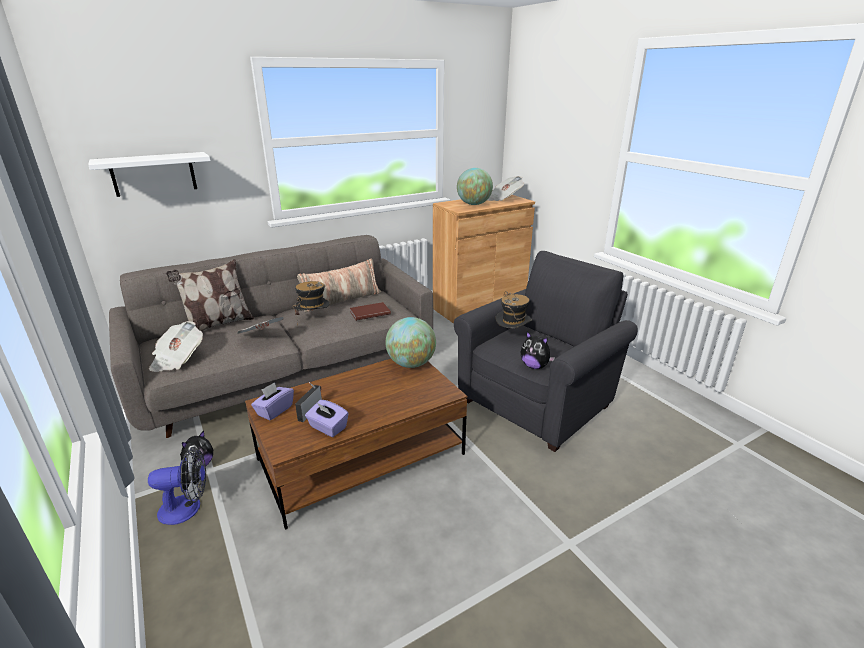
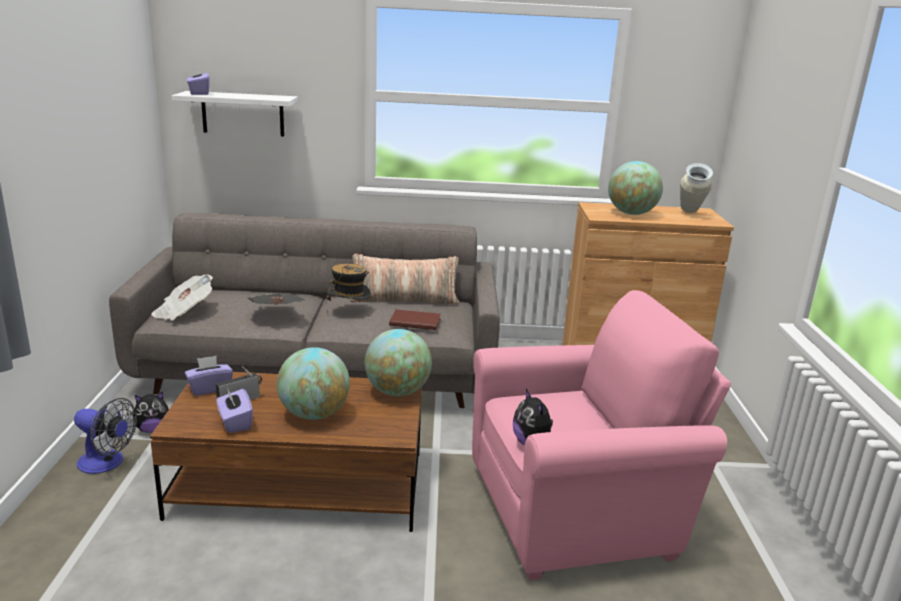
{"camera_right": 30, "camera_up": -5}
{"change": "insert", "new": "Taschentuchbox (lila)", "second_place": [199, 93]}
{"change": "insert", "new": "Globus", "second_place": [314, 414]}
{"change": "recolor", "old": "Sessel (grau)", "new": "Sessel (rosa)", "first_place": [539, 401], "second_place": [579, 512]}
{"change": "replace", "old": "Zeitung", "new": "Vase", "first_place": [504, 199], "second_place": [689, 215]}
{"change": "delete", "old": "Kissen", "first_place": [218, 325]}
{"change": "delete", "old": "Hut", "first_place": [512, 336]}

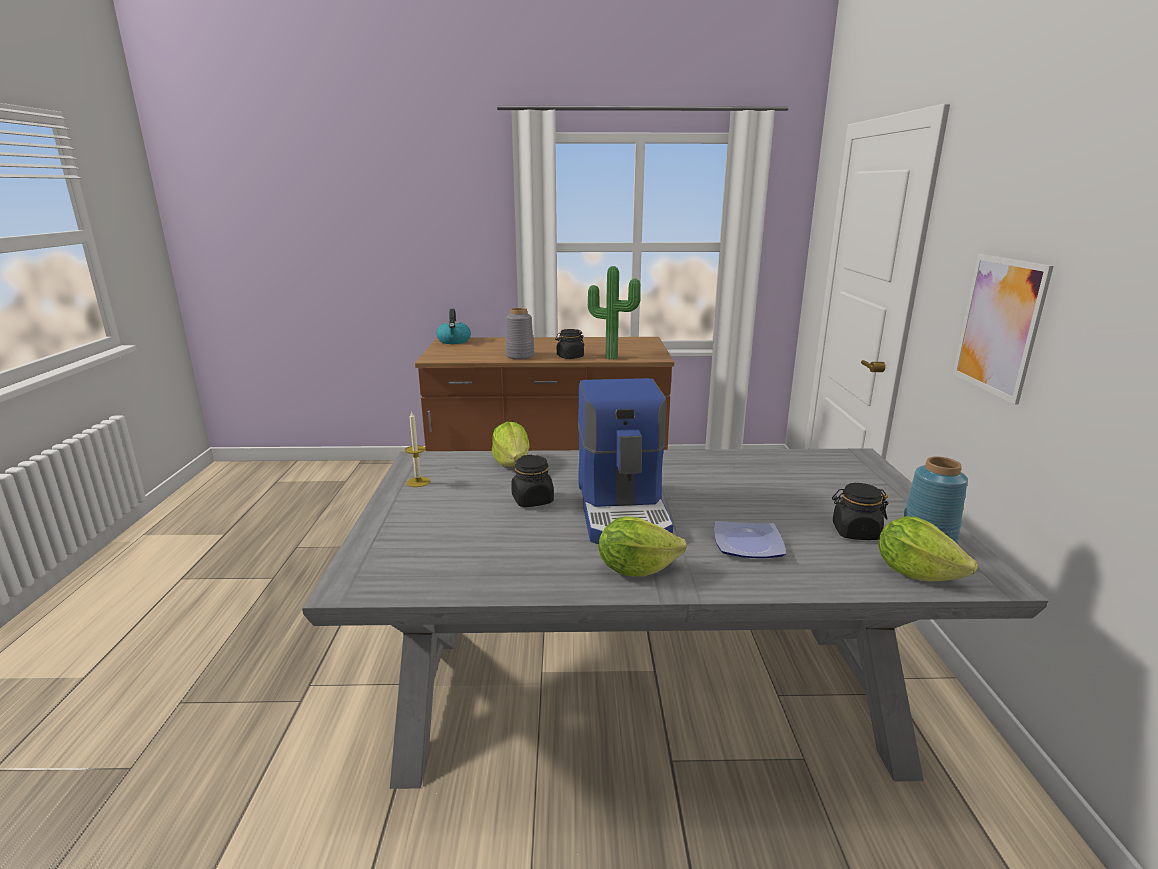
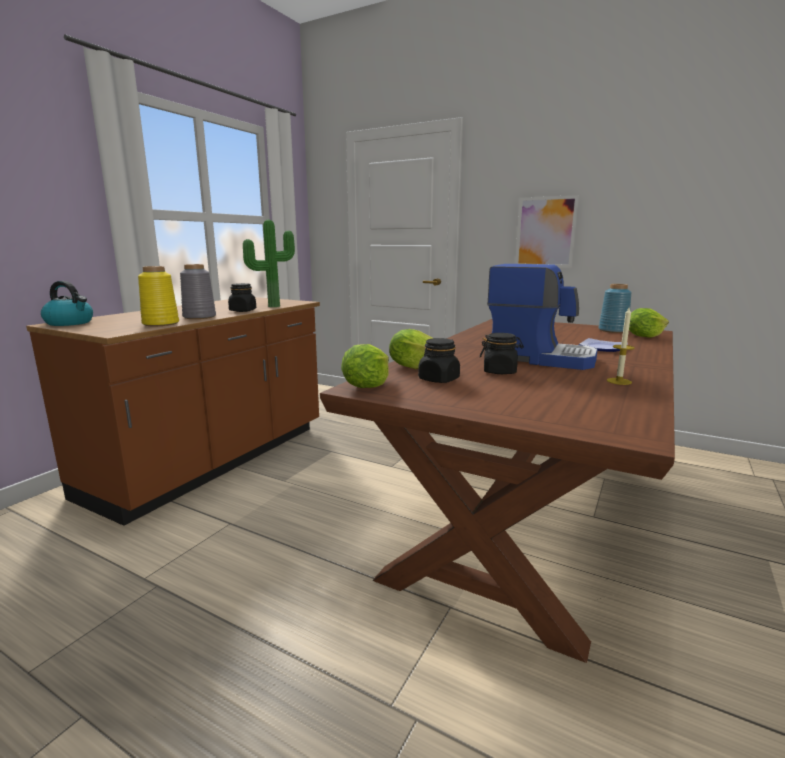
{"camera_right": -60, "camera_up": -5}
{"change": "insert", "new": "Vase (gelb)", "second_place": [160, 324]}
{"change": "recolor", "old": "Esstisch (grau)", "new": "Esstisch (braun)", "first_place": [646, 694], "second_place": [527, 504]}
{"change": "move", "old": "Salatkopf", "first_place": [636, 568], "second_place": [366, 386]}
{"change": "move", "old": "Vorratsglas (schwarz)", "first_place": [855, 532], "second_place": [438, 379]}
{"change": "move", "old": "Kerze", "first_place": [418, 482], "second_place": [619, 381]}

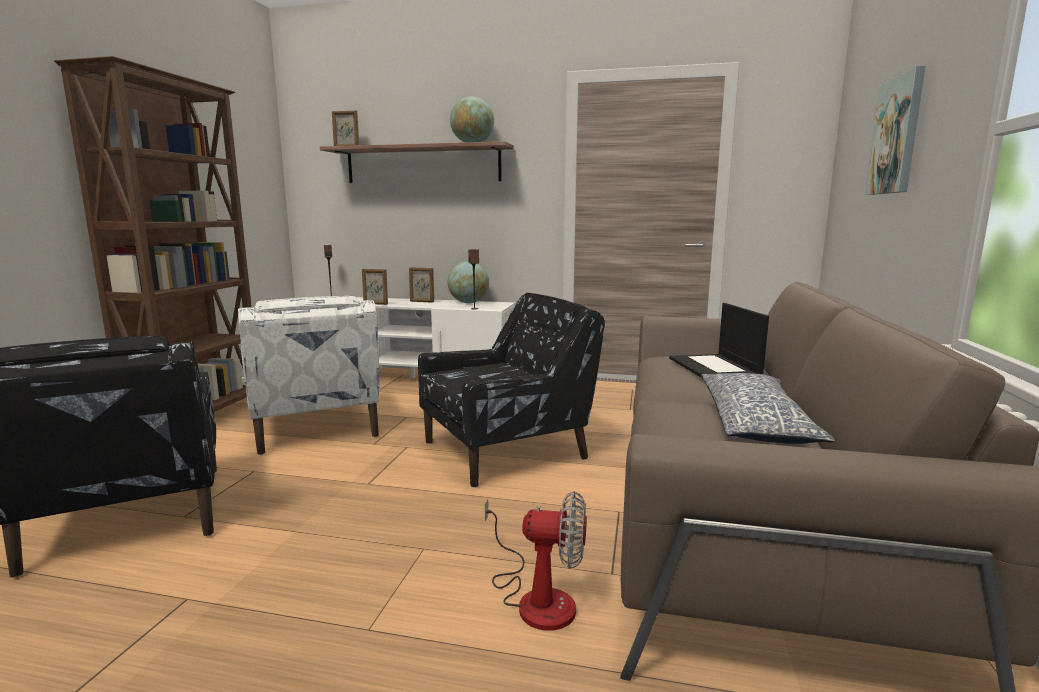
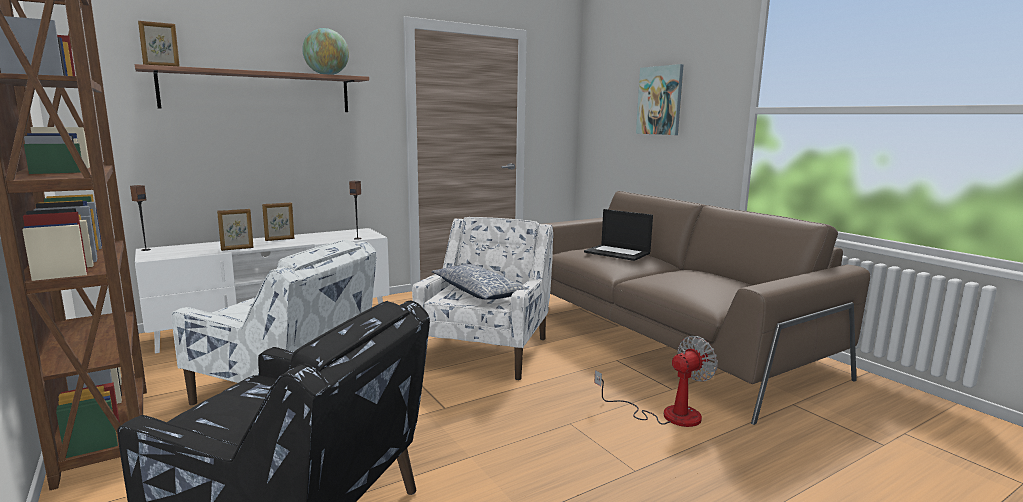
{"camera_right": -45, "camera_up": 0}
{"change": "recolor", "old": "Sessel (schwarz)", "new": "Sessel (weiß)", "first_place": [507, 450], "second_place": [487, 351]}
{"change": "move", "old": "Kissen", "first_place": [755, 423], "second_place": [478, 292]}
{"change": "delete", "old": "Globus", "first_place": [468, 303]}

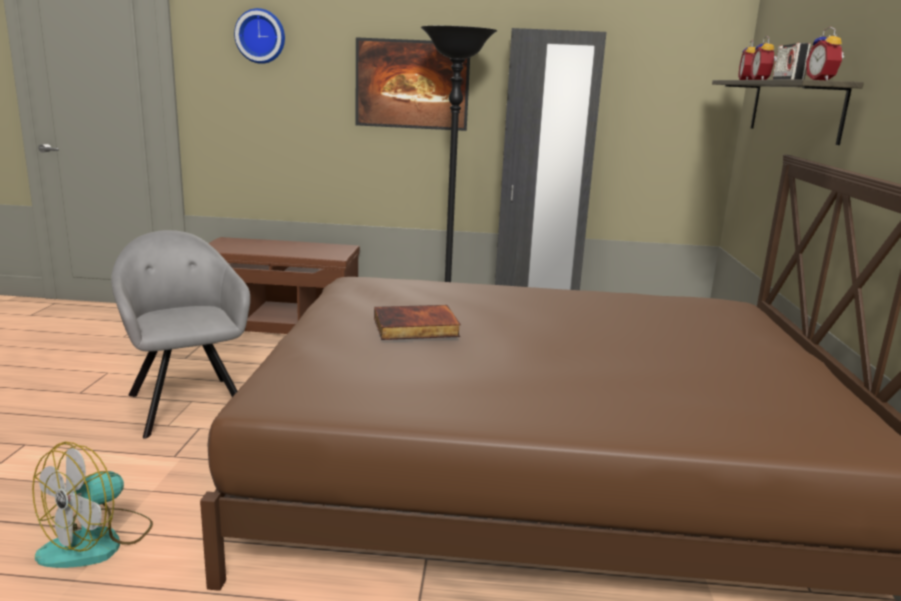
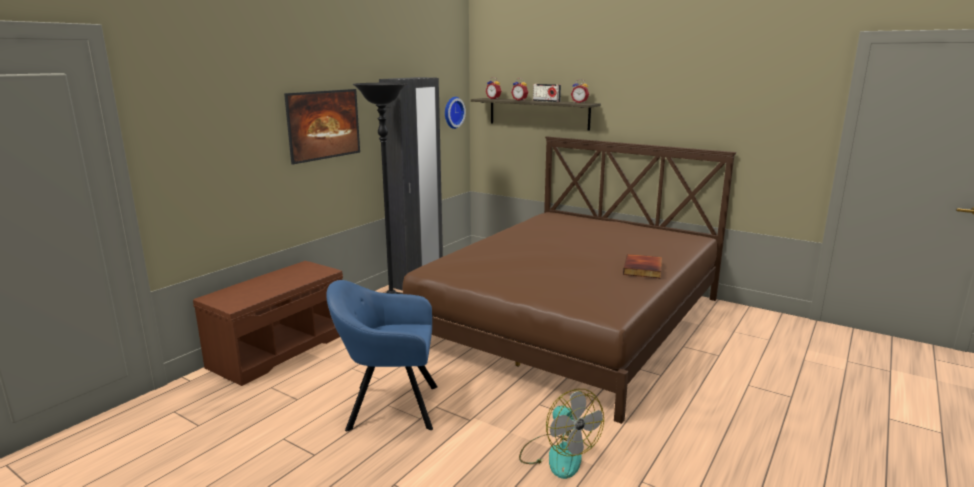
{"camera_right": -60, "camera_up": 0}
{"change": "recolor", "old": "Sessel (grau)", "new": "Sessel (blau)", "first_place": [187, 402], "second_place": [388, 407]}
{"change": "move", "old": "Wanduhr", "first_place": [261, 36], "second_place": [452, 112]}
{"change": "move", "old": "Buch", "first_place": [415, 328], "second_place": [643, 269]}

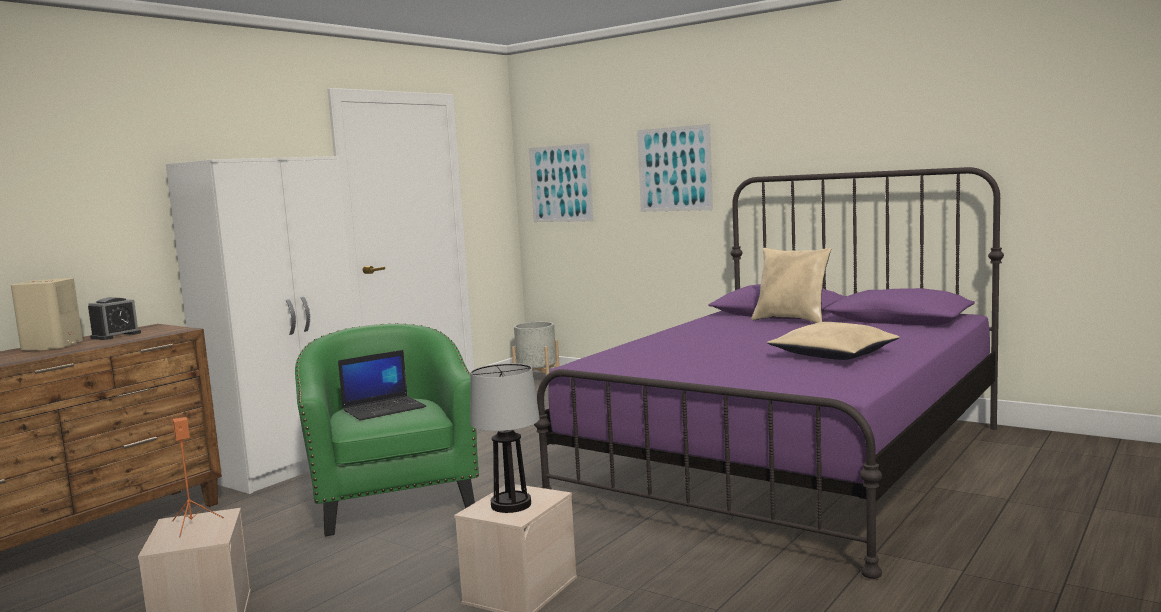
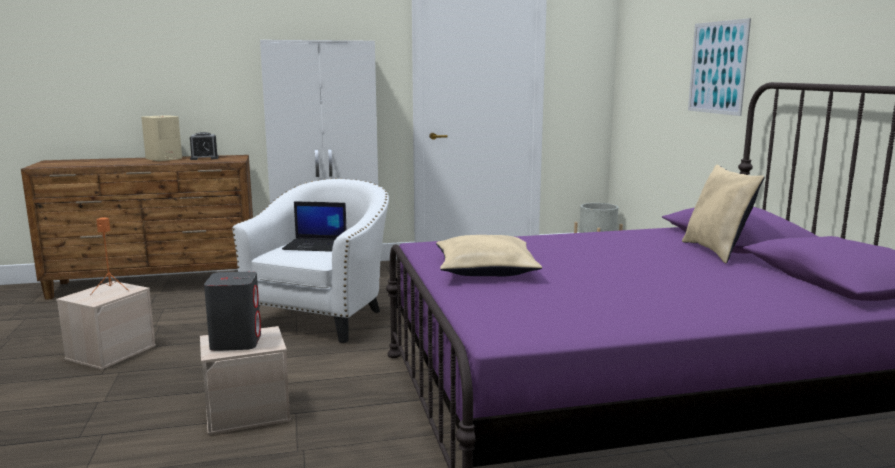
{"camera_right": 40, "camera_up": 5}
{"change": "replace", "old": "Tischlampe", "new": "Lautsprecher (grau)", "first_place": [510, 505], "second_place": [236, 342]}
{"change": "recolor", "old": "Sessel (grün)", "new": "Sessel (weiß)", "first_place": [394, 500], "second_place": [324, 317]}
{"change": "move", "old": "Kissen (beige)", "first_place": [835, 355], "second_place": [485, 270]}
{"change": "delete", "old": "Bild", "first_place": [560, 183]}

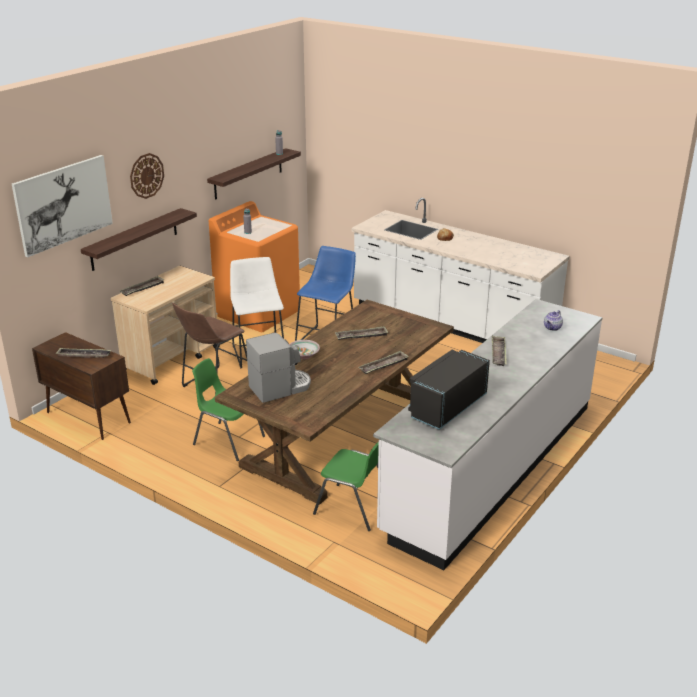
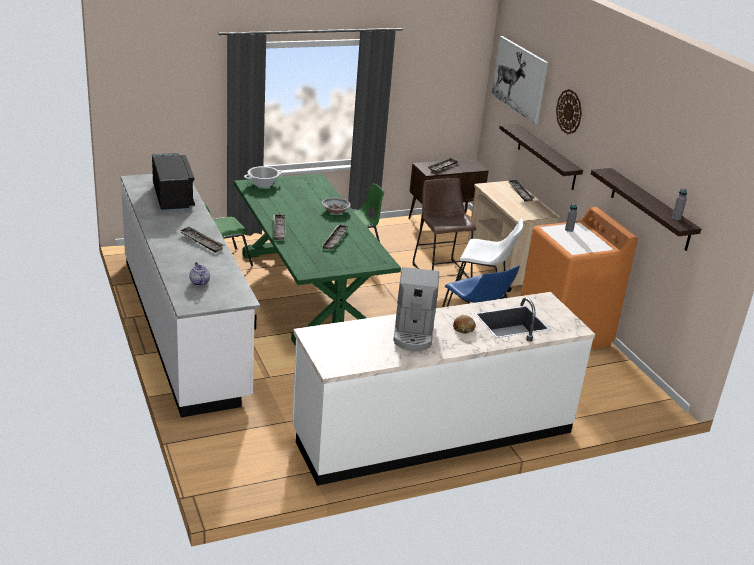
{"camera_right": 120, "camera_up": 0}
{"change": "recolor", "old": "Esstisch (braun)", "new": "Esstisch (grün)", "first_place": [342, 434], "second_place": [307, 290]}
{"change": "insert", "new": "Kochtopf", "second_place": [263, 184]}
{"change": "move", "old": "Kaffeemaschine", "first_place": [280, 387], "second_place": [413, 333]}

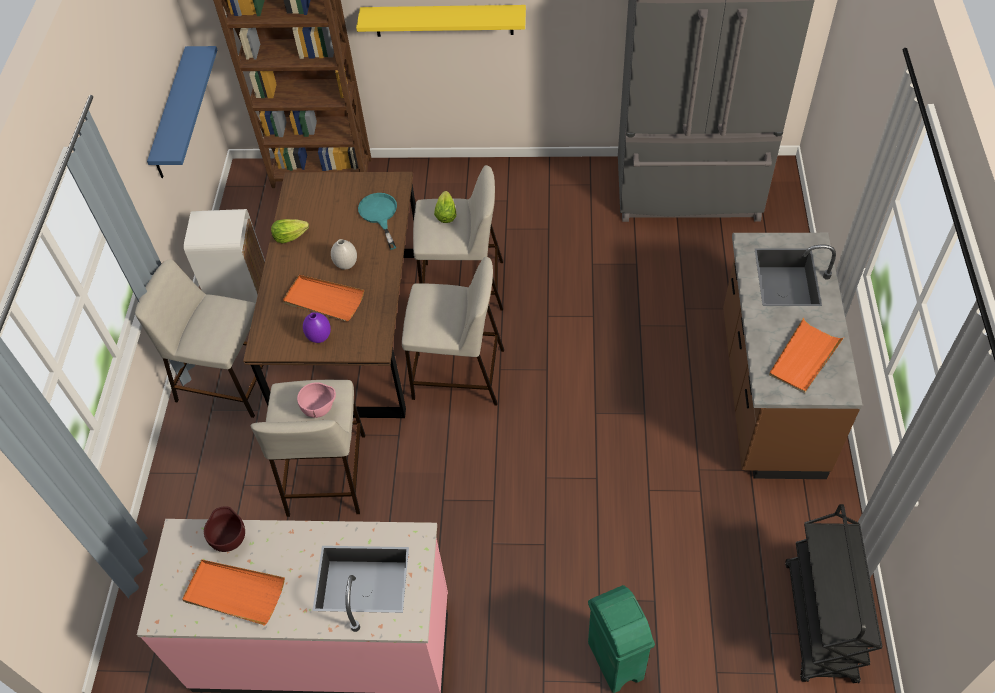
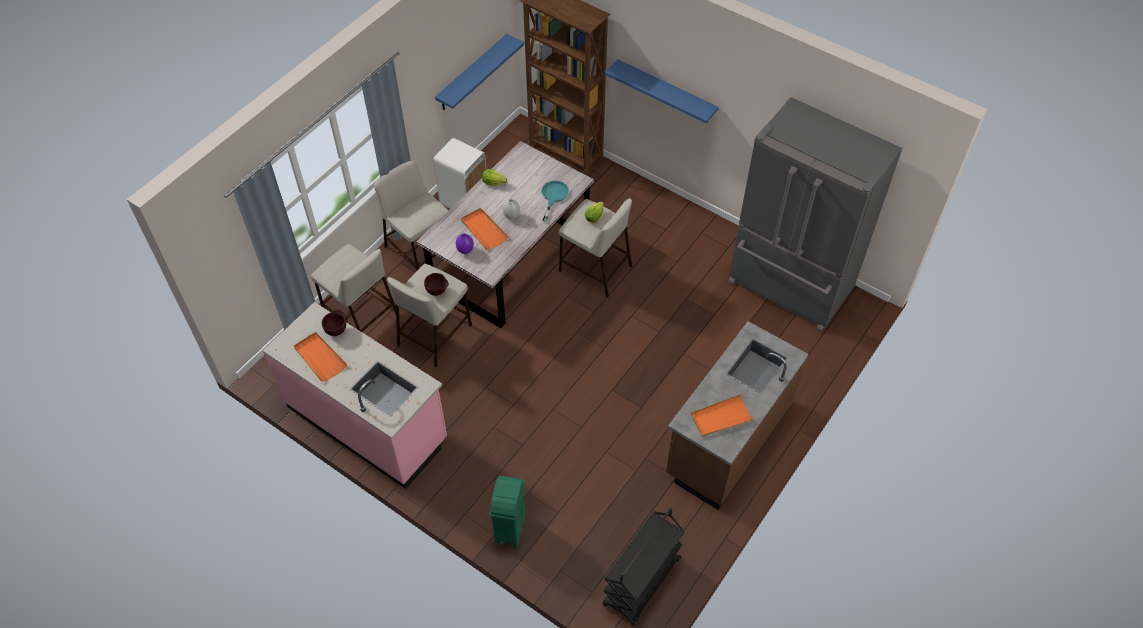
{"camera_right": 30, "camera_up": 0}
{"change": "move", "old": "Hocker (beige)", "first_place": [457, 374], "second_place": [360, 315]}
{"change": "recolor", "old": "Esstisch (braun)", "new": "Esstisch (grau)", "first_place": [350, 329], "second_place": [509, 258]}
{"change": "recolor", "old": "Schüssel (rosa)", "new": "Schüssel (braun)", "first_place": [321, 410], "second_place": [438, 292]}
{"change": "recolor", "old": "Wandregal (gelb)", "new": "Wandregal (blau)", "first_place": [444, 20], "second_place": [666, 92]}

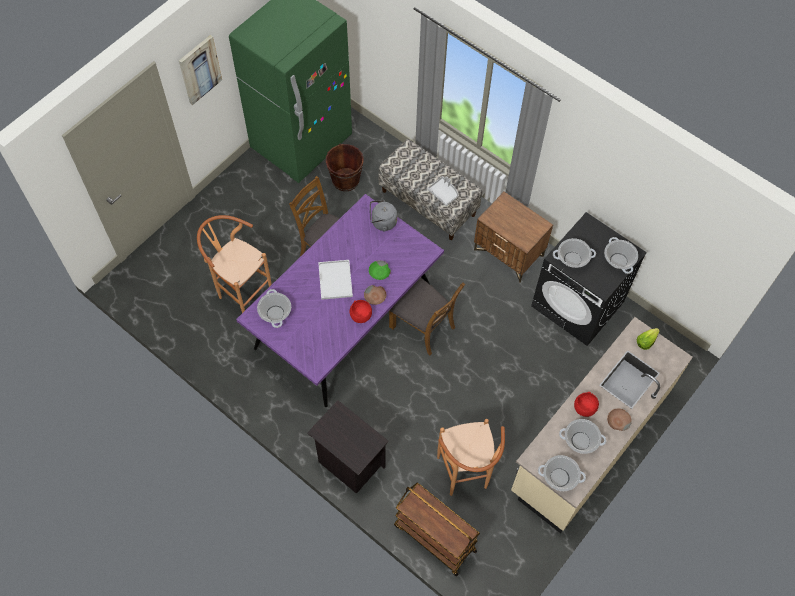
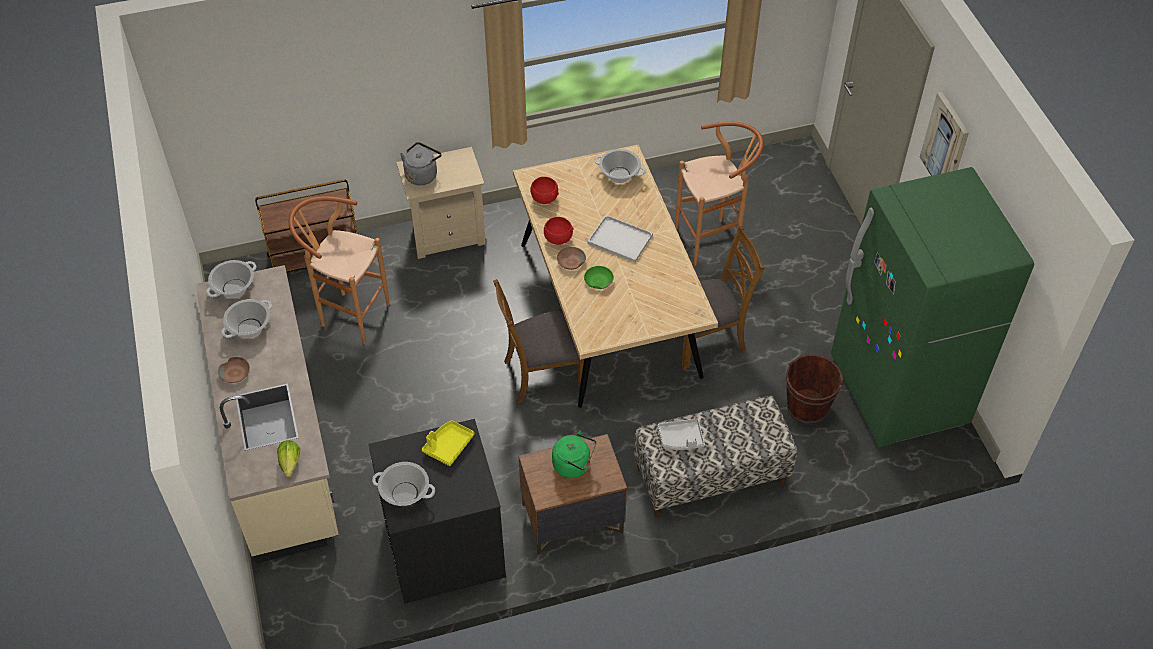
{"camera_right": 125, "camera_up": -10}
{"change": "recolor", "old": "Nachttisch (schwarz)", "new": "Nachttisch (beige)", "first_place": [349, 463], "second_place": [447, 234]}
{"change": "move", "old": "Wasserkessel (grau)", "first_place": [382, 222], "second_place": [422, 174]}
{"change": "replace", "old": "Kochtopf", "new": "Tablett (gelb)", "first_place": [572, 259], "second_place": [448, 446]}
{"change": "recolor", "old": "Esstisch (lila)", "new": "Esstisch (beige)", "first_place": [345, 319], "second_place": [609, 309]}
{"change": "move", "old": "Schüssel (rot)", "first_place": [584, 408], "second_place": [544, 198]}
{"change": "insert", "new": "Wasserkessel (grün)", "second_place": [574, 465]}

